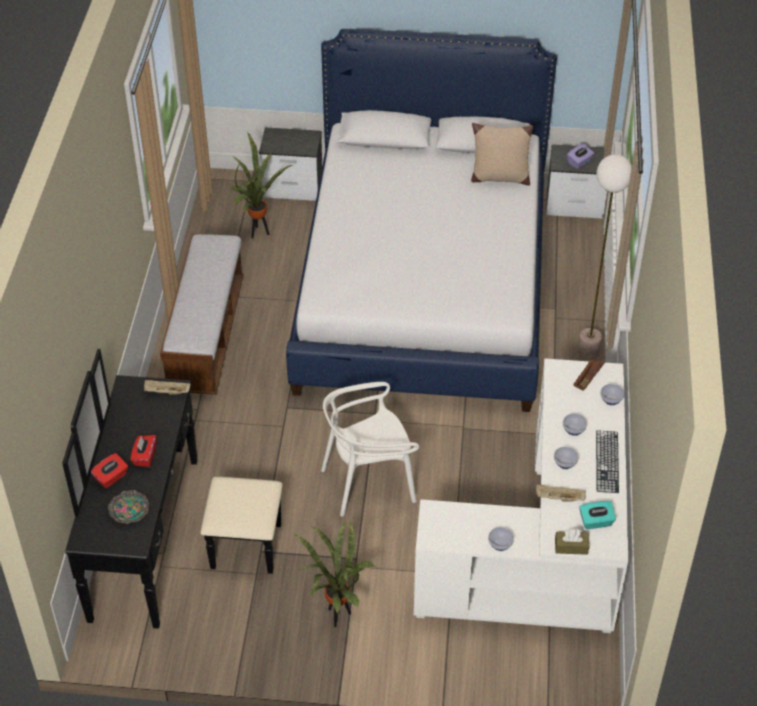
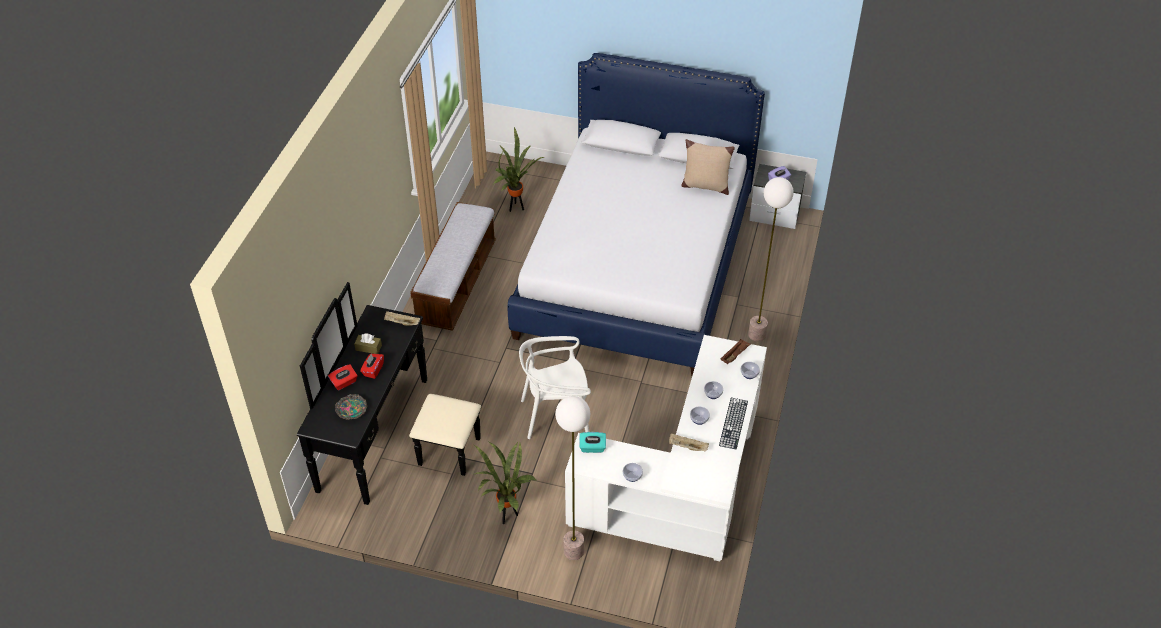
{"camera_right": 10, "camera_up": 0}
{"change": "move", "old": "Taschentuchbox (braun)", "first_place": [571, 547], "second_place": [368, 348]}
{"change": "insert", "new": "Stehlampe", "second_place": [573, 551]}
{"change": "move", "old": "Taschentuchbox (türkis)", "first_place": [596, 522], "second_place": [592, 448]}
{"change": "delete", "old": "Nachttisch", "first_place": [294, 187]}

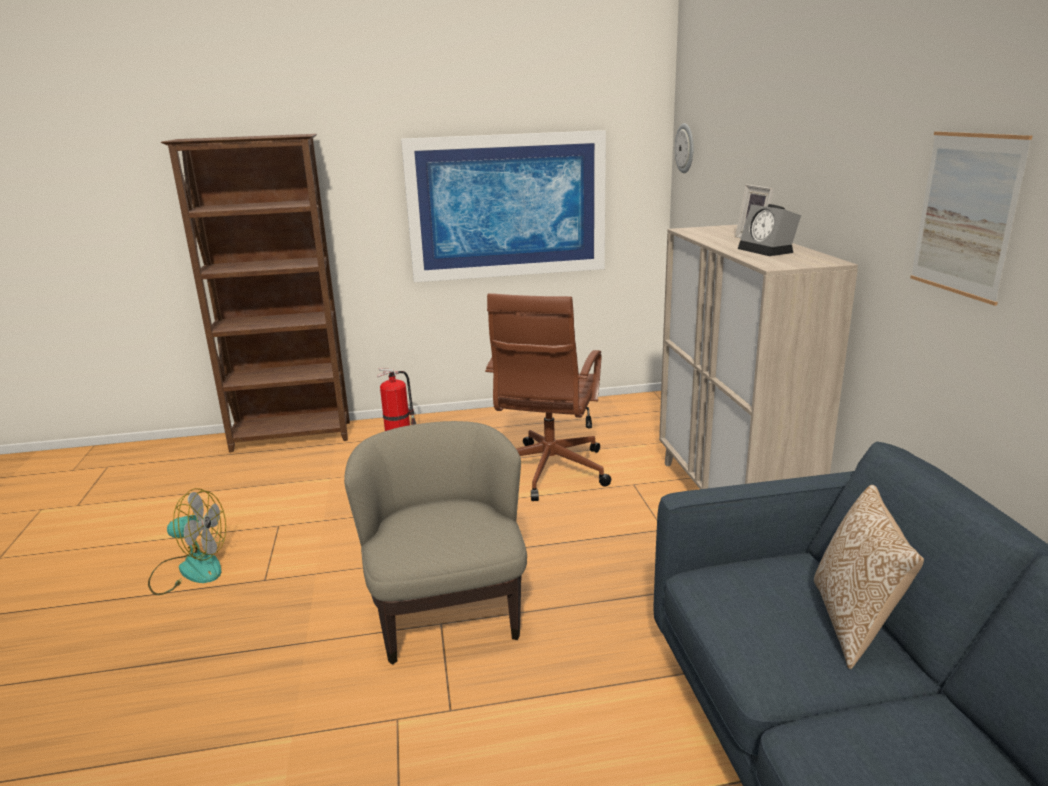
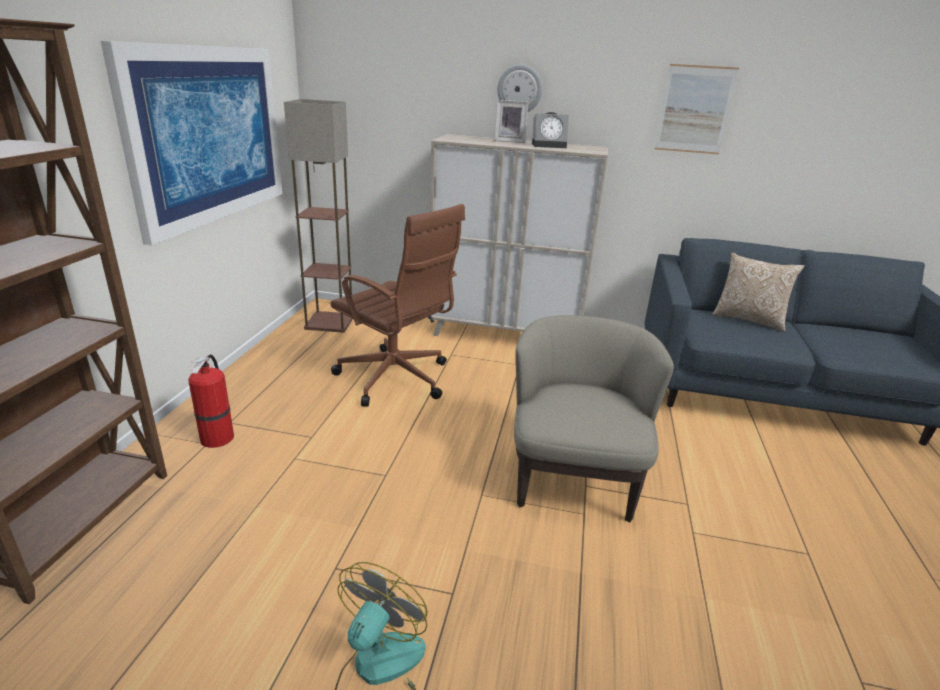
{"camera_right": -70, "camera_up": 5}
{"change": "insert", "new": "Stehlampe", "second_place": [329, 323]}
{"change": "move", "old": "Wanduhr", "first_place": [685, 148], "second_place": [519, 89]}
{"change": "rotate", "old": "Sessel (beige)", "first_place": [446, 613], "second_place": [573, 479], "degrees": 90}

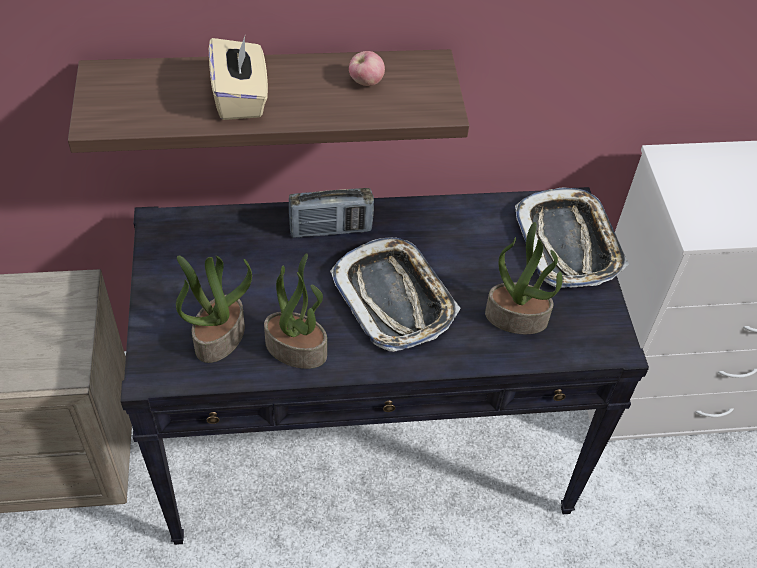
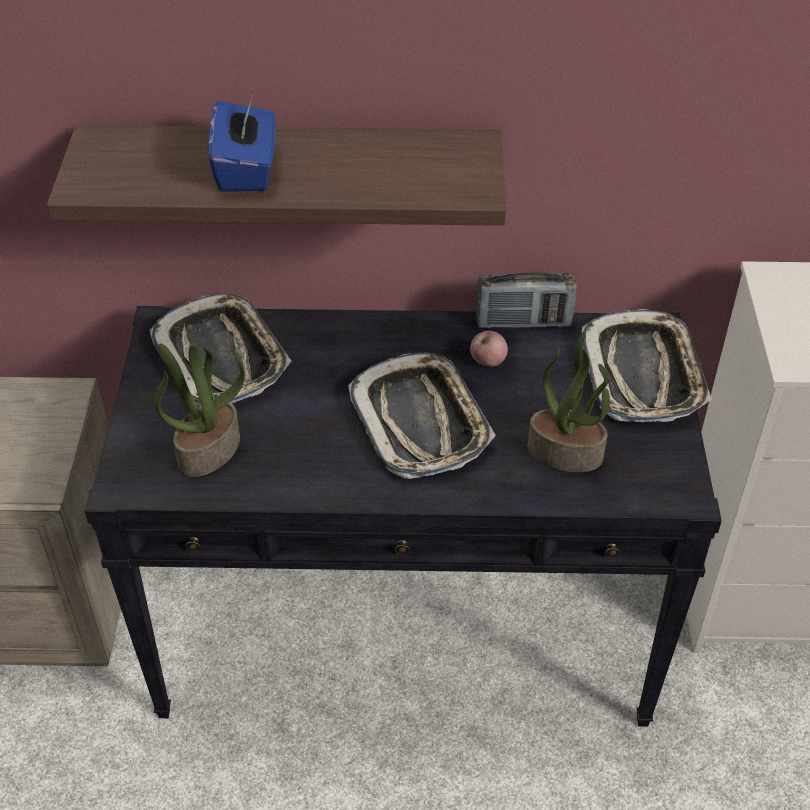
{"camera_right": 10, "camera_up": -5}
{"change": "insert", "new": "Tablett", "second_place": [222, 357]}
{"change": "recolor", "old": "Taschentuchbox (beige)", "new": "Taschentuchbox (blau)", "first_place": [240, 98], "second_place": [247, 170]}
{"change": "move", "old": "Apfel", "first_place": [366, 82], "second_place": [487, 362]}
{"change": "move", "old": "Radio", "first_place": [330, 229], "second_place": [523, 322]}
{"change": "delete", "old": "Topfpflanze", "first_place": [297, 349]}

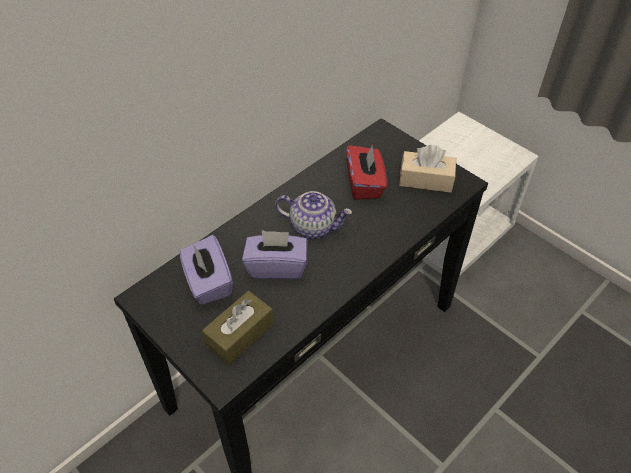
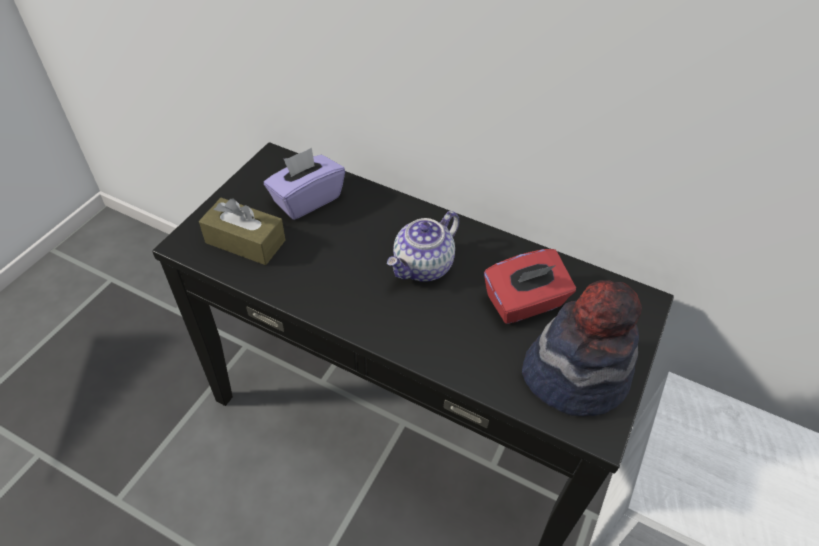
{"camera_right": 70, "camera_up": 0}
{"change": "rotate", "old": "Teekanne", "first_place": [313, 226], "second_place": [423, 267], "degrees": 45}
{"change": "replace", "old": "Taschentuchbox (beige)", "new": "Hut", "first_place": [426, 180], "second_place": [574, 375]}
{"change": "delete", "old": "Taschentuchbox (lila)", "first_place": [276, 267]}

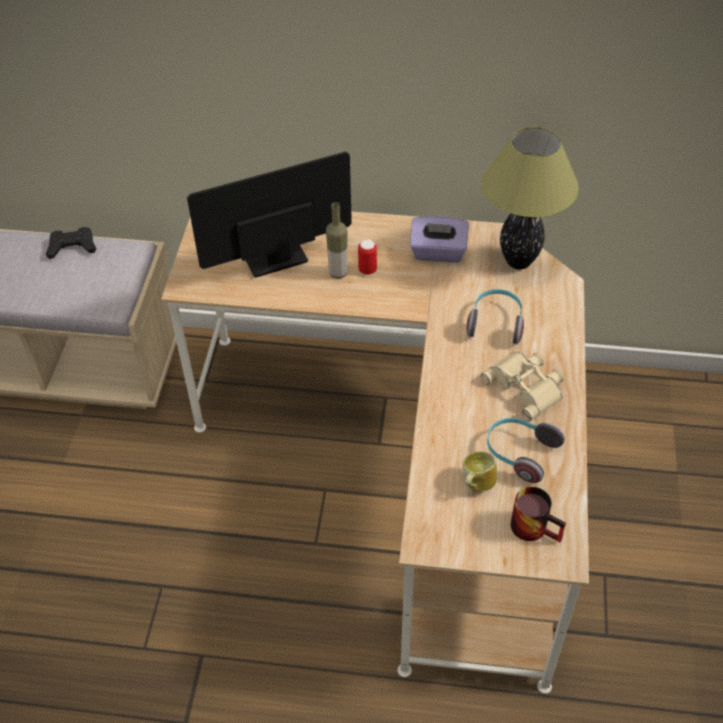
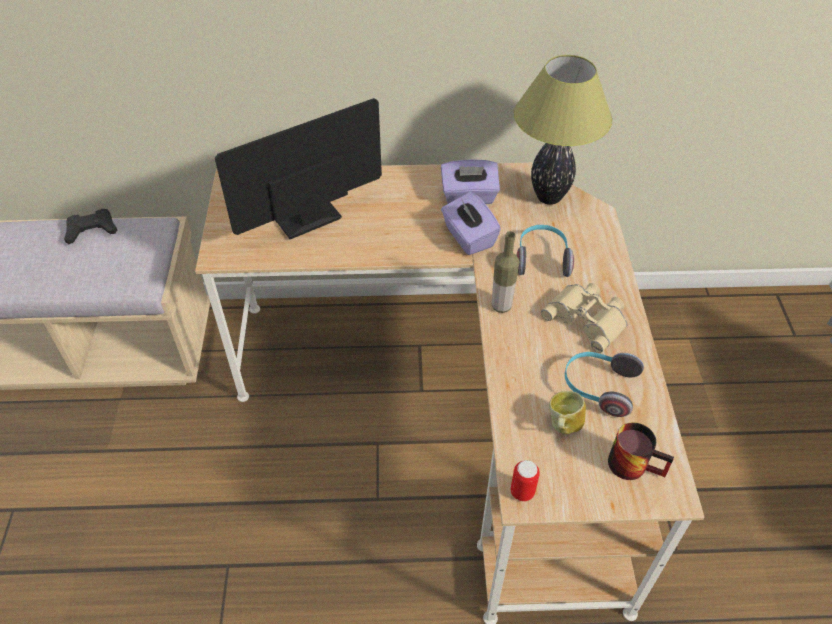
{"camera_right": -10, "camera_up": 0}
{"change": "insert", "new": "Taschentuchbox (lila)", "second_place": [468, 237]}
{"change": "move", "old": "Flasche", "first_place": [338, 273], "second_place": [501, 306]}
{"change": "move", "old": "Dose", "first_place": [367, 270], "second_place": [522, 492]}

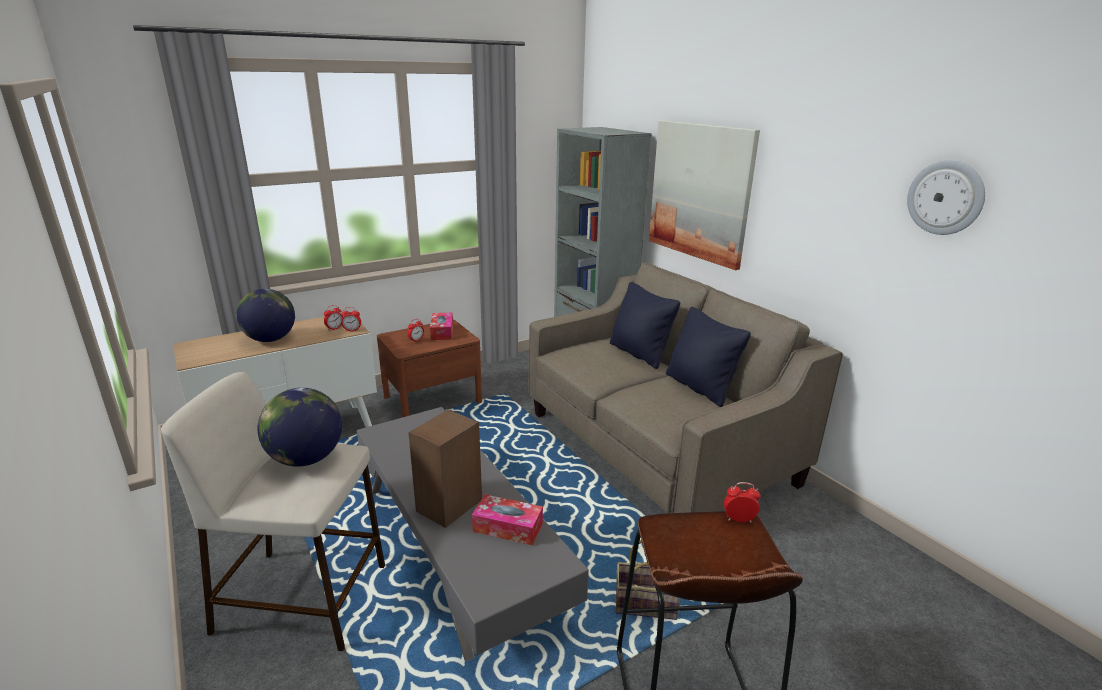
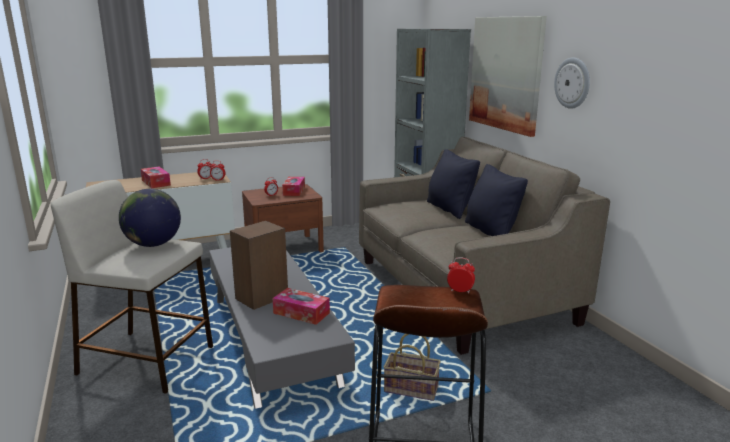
{"camera_right": 10, "camera_up": -5}
{"change": "replace", "old": "Globus", "new": "Taschentuchbox", "first_place": [270, 340], "second_place": [156, 183]}
{"change": "move", "old": "Wanduhr", "first_place": [945, 197], "second_place": [572, 83]}

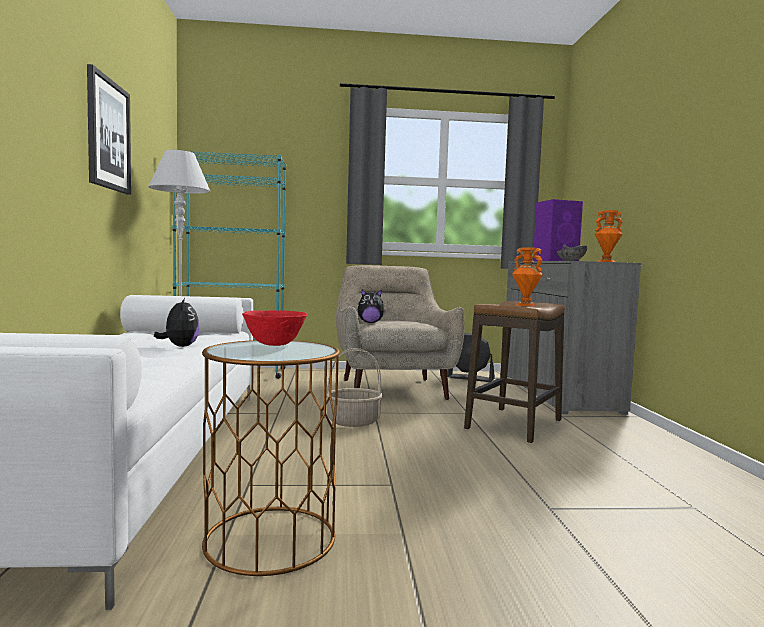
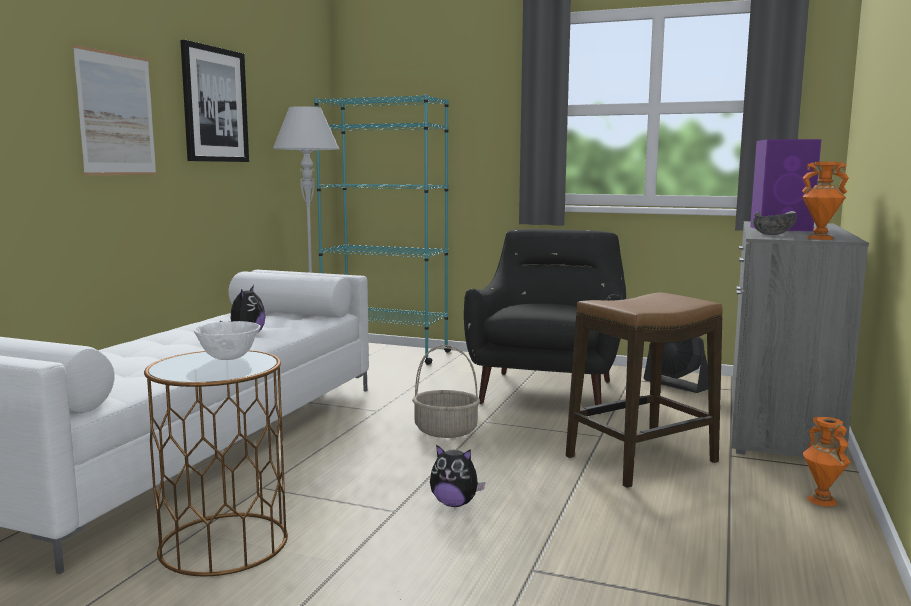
{"camera_right": 25, "camera_up": 5}
{"change": "insert", "new": "Bild", "second_place": [116, 114]}
{"change": "recolor", "old": "Schüssel (rot)", "new": "Schüssel (weiß)", "first_place": [275, 345], "second_place": [229, 358]}
{"change": "move", "old": "Plüschtier", "first_place": [370, 322], "second_place": [455, 503]}
{"change": "recolor", "old": "Sessel (beige)", "new": "Sessel (schwarz)", "first_place": [392, 388], "second_place": [549, 389]}
{"change": "move", "old": "Vase (orange)", "first_place": [525, 305], "second_place": [821, 500]}

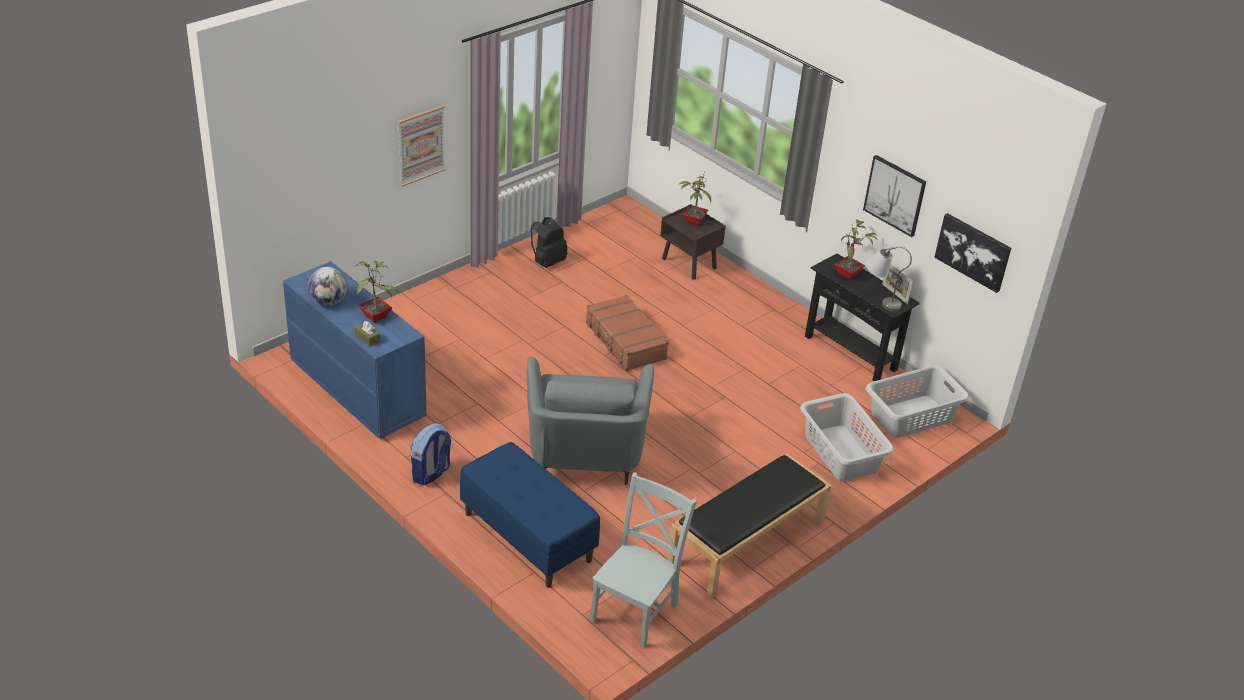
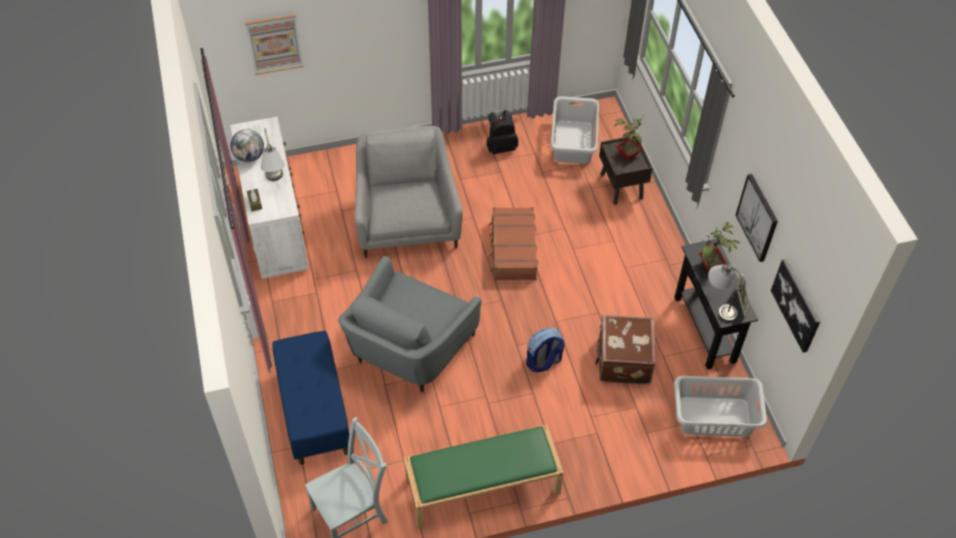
{"camera_right": 30, "camera_up": 15}
{"change": "recolor", "old": "Kommode (blau)", "new": "Kommode (weiß)", "first_place": [357, 389], "second_place": [275, 225]}
{"change": "move", "old": "Bild", "first_place": [421, 145], "second_place": [274, 44]}
{"change": "replace", "old": "Topfpflanze", "new": "Tischlampe (grau)", "first_place": [376, 316], "second_place": [275, 183]}
{"change": "insert", "new": "Sessel (grau)", "second_place": [407, 220]}
{"change": "recolor", "old": "Bank (schwarz)", "new": "Bank (grün)", "first_place": [746, 542], "second_place": [482, 487]}
{"change": "move", "old": "Rucksack", "first_place": [431, 474], "second_place": [543, 362]}
{"change": "move", "old": "Wäschekorb (grau)", "first_place": [840, 453], "second_place": [572, 142]}
{"change": "insert", "new": "Koffer (braun)", "second_place": [622, 361]}

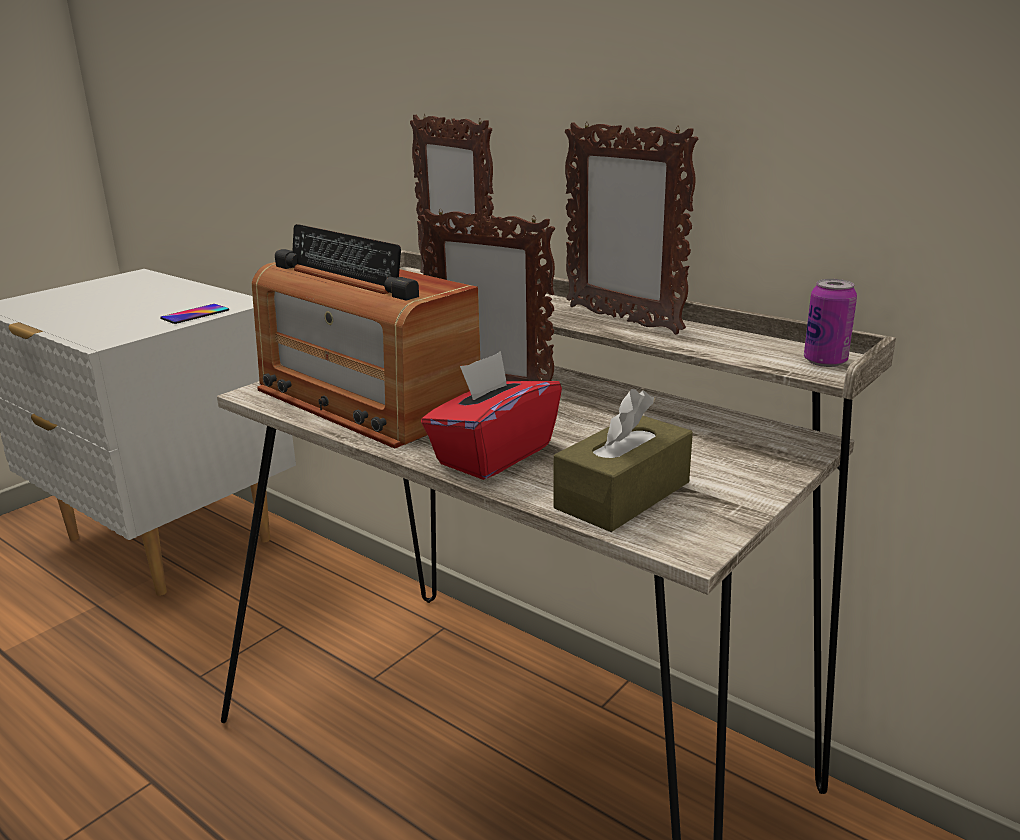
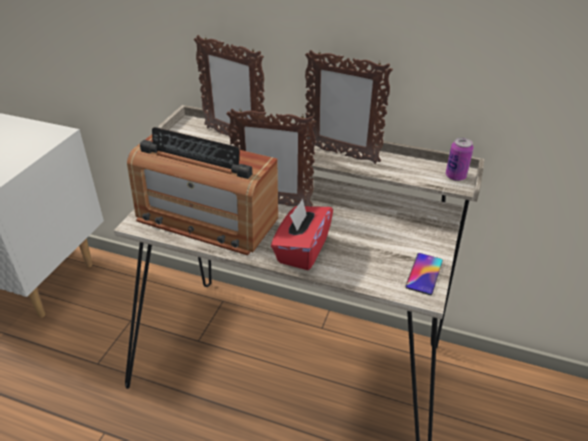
{"camera_right": -20, "camera_up": 15}
{"change": "move", "old": "Handy", "first_place": [195, 314], "second_place": [424, 274]}
{"change": "delete", "old": "Taschentuchbox (braun)", "first_place": [622, 495]}

